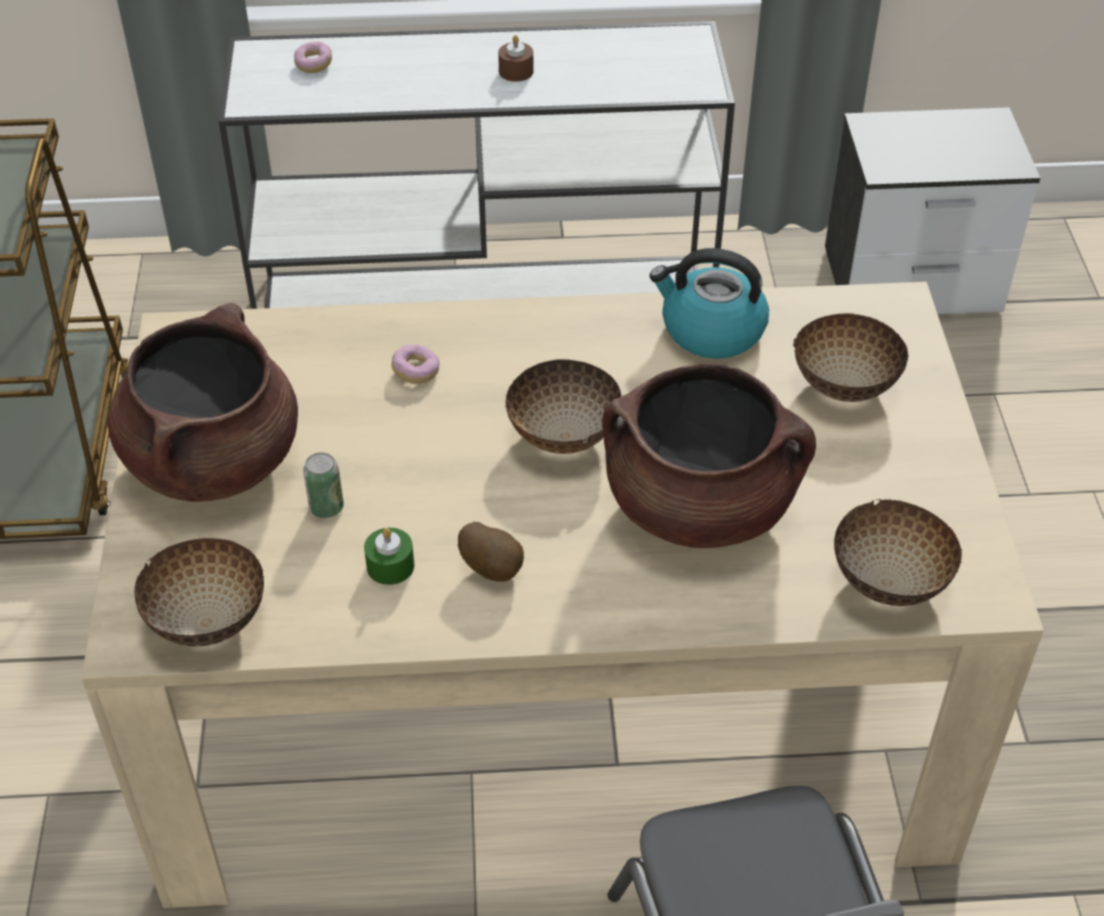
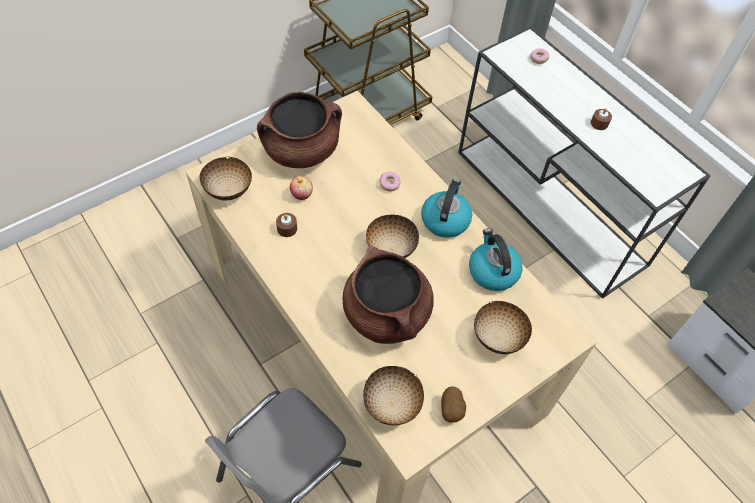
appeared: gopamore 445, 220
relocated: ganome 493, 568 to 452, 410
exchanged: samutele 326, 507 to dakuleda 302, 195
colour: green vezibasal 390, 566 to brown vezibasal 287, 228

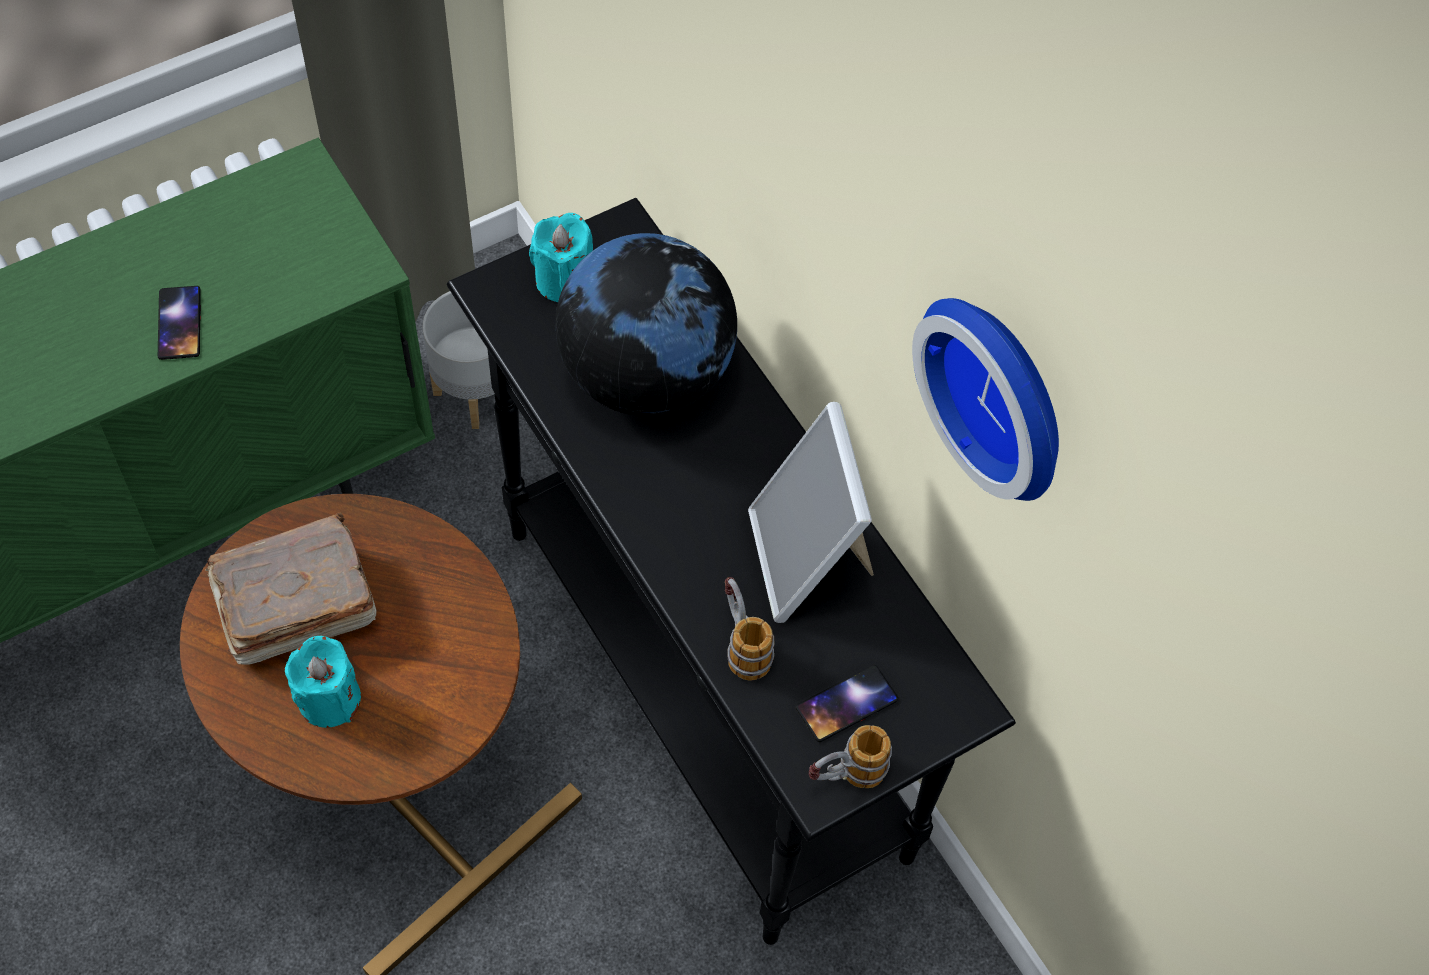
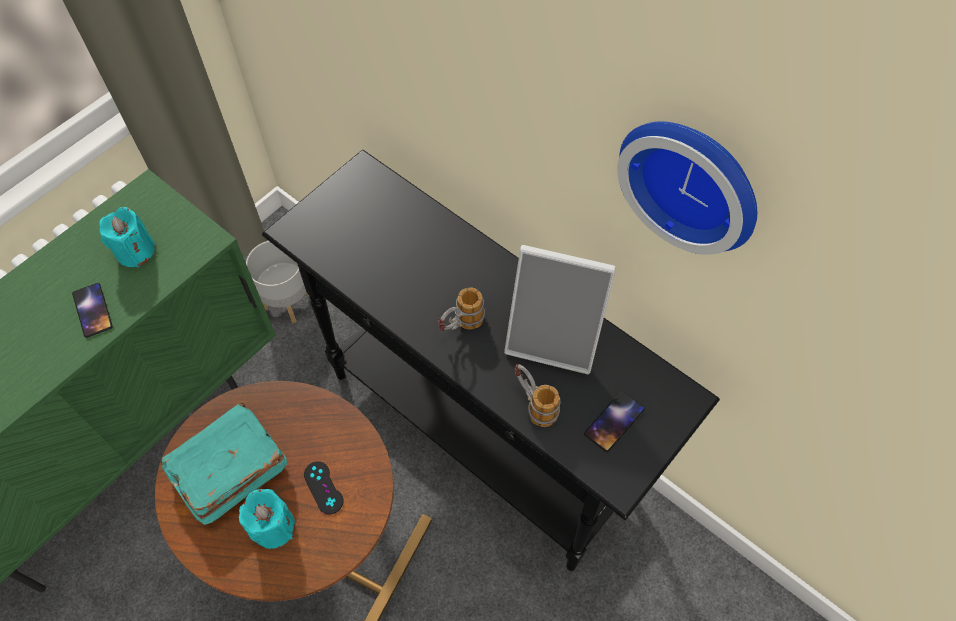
missing: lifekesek 646, 375
appeared: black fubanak 323, 487
relocated: turquoise vezibasal 564, 280 to 135, 251; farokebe 845, 777 to 460, 326
colour: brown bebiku 293, 604 to turquoise bebiku 228, 471
spun: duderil 809, 560 = 554, 337 45 degrees counterclockwise

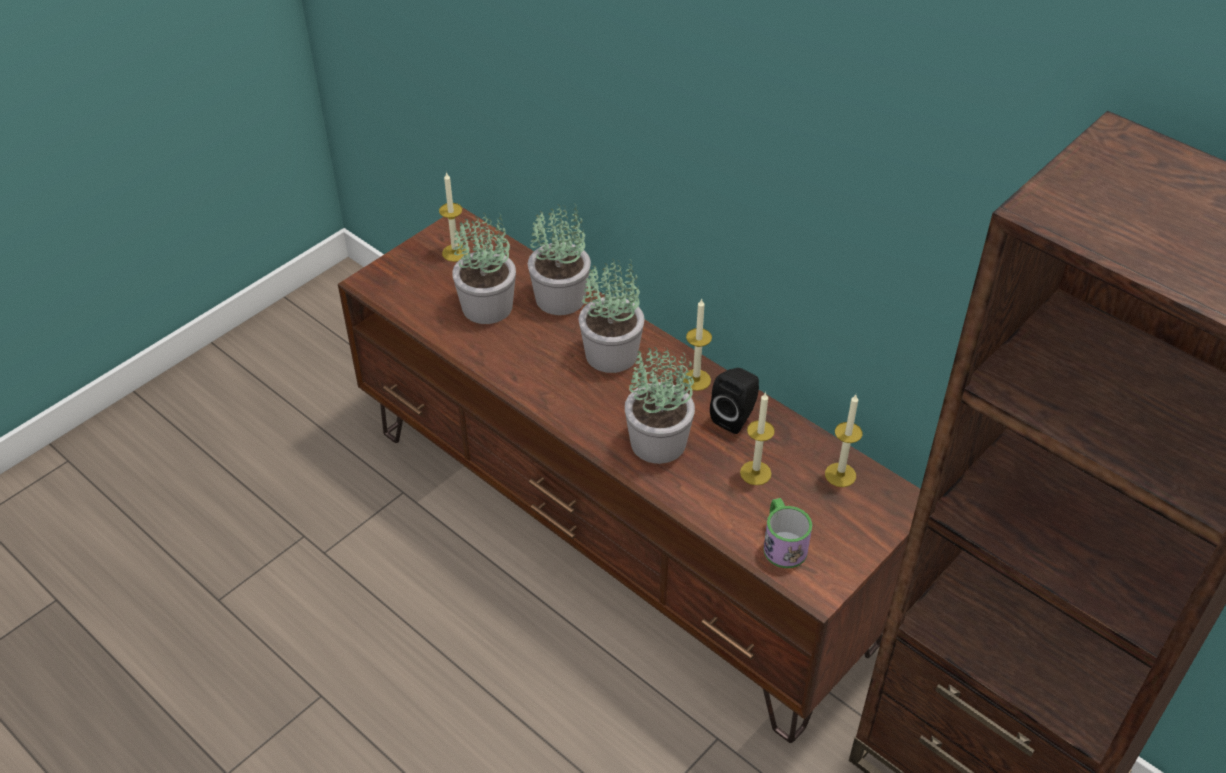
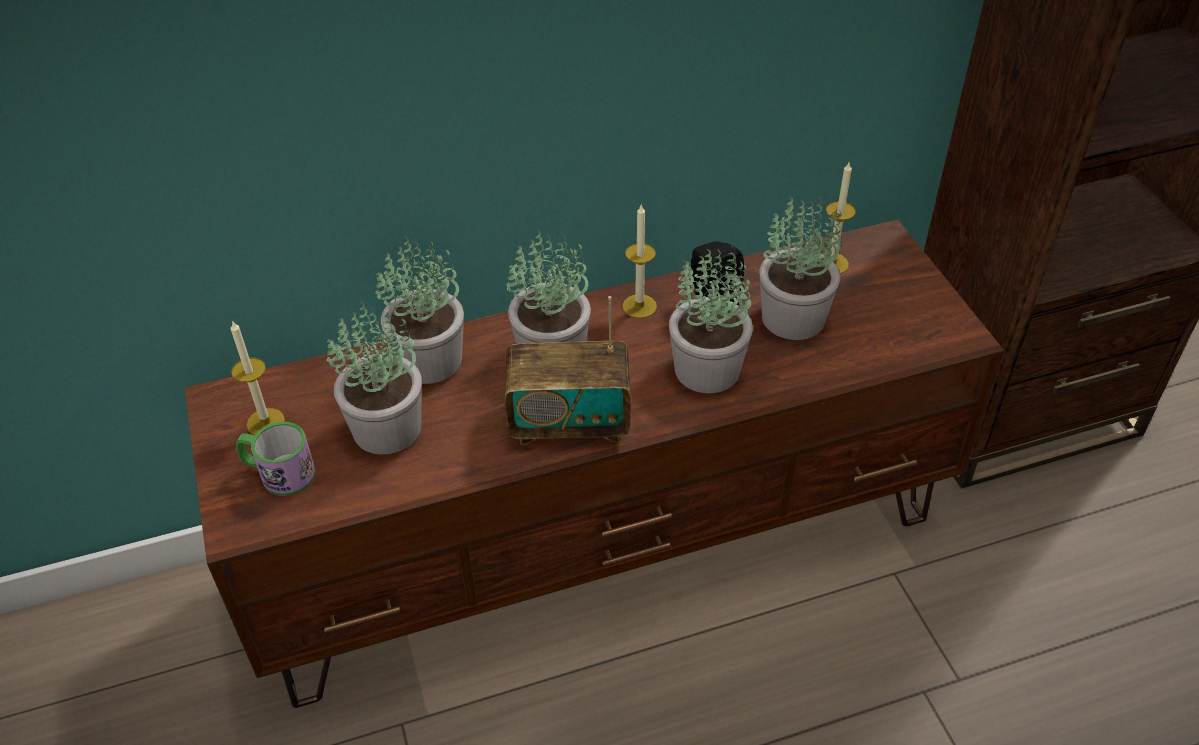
appeared: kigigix 569, 422
relocated: farokebe 782, 543 to 279, 473
exchanged: vezibasal 755, 473 to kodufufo 794, 317

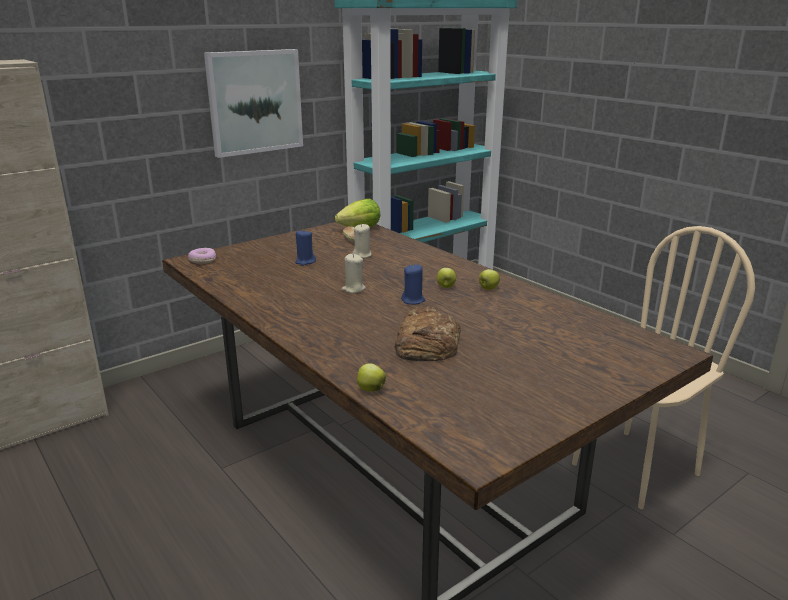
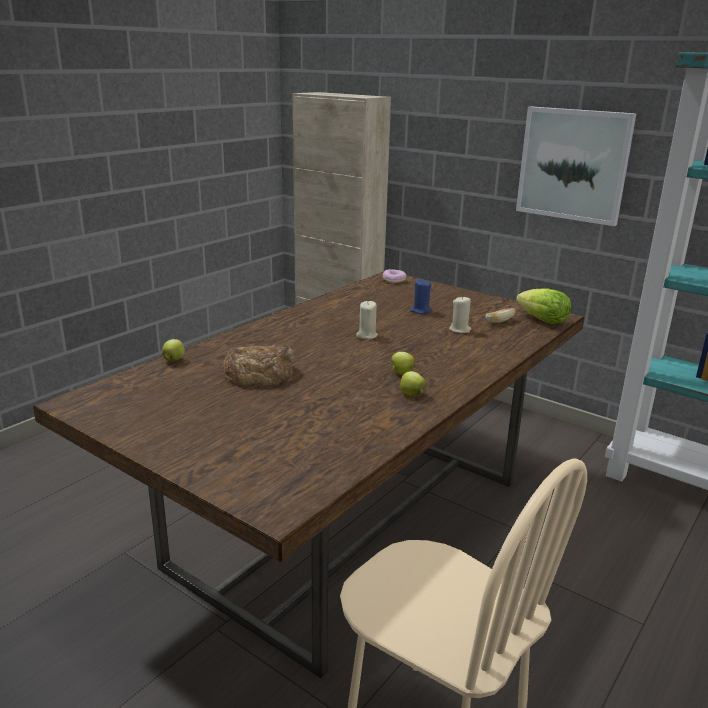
missing: blue vezibasal 413, 300

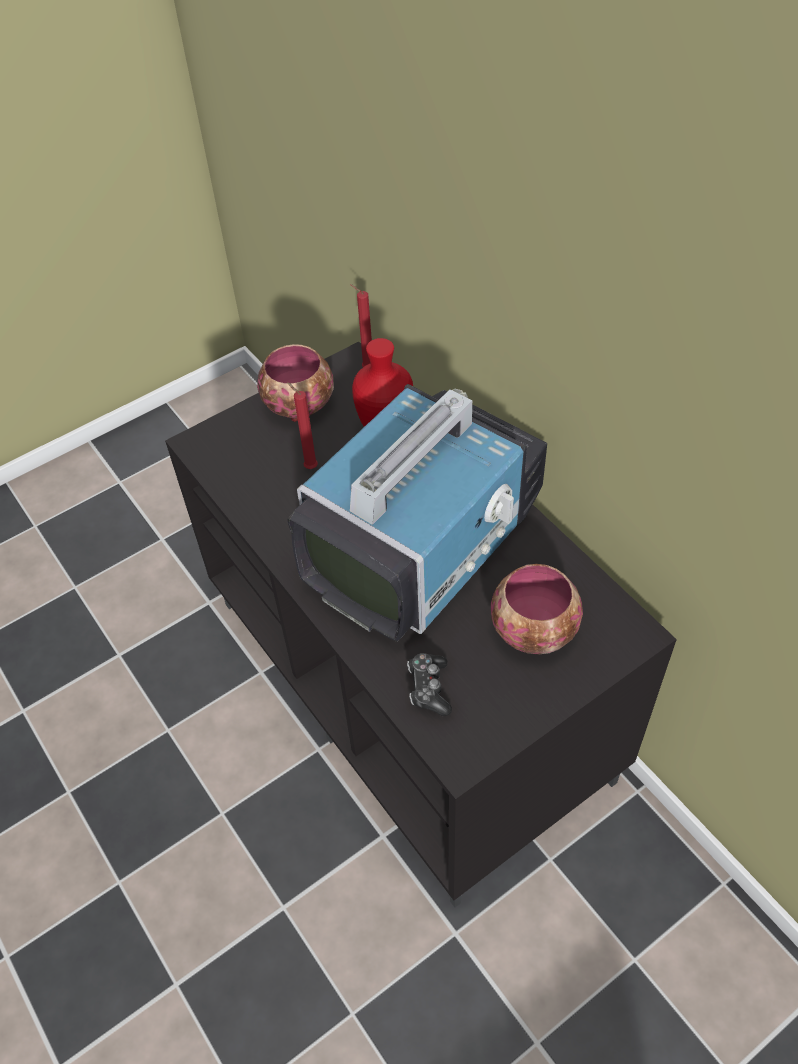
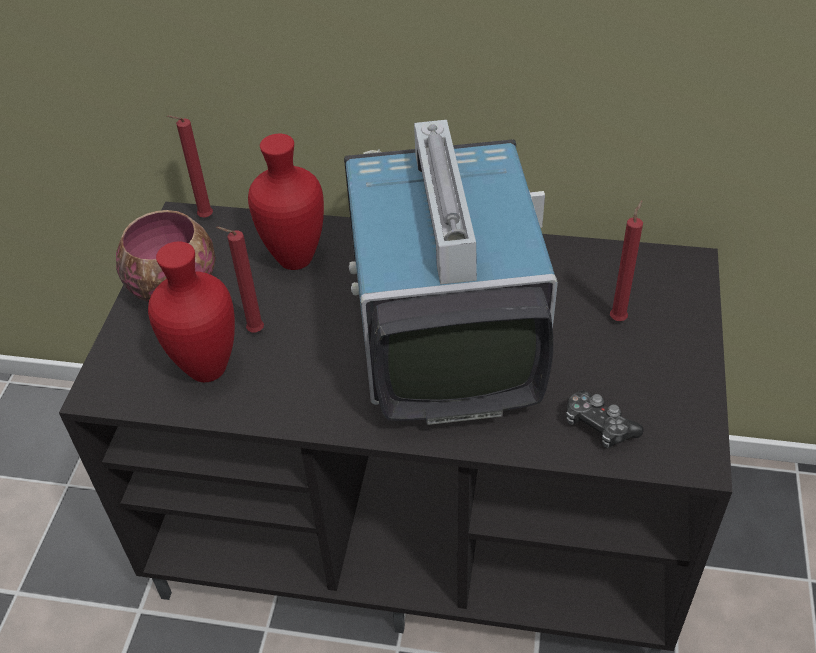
appeared: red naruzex 205, 368
exchanged: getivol 536, 631 to red vezibasal 619, 318

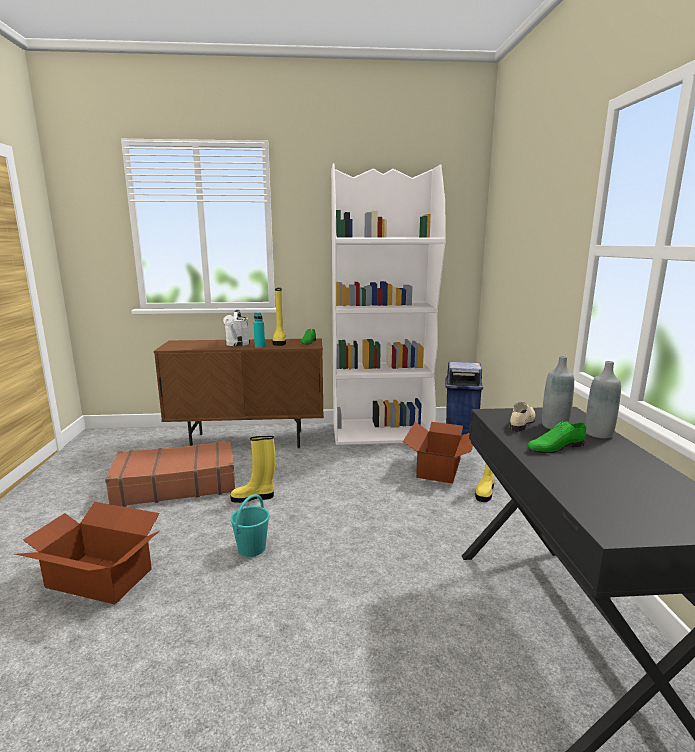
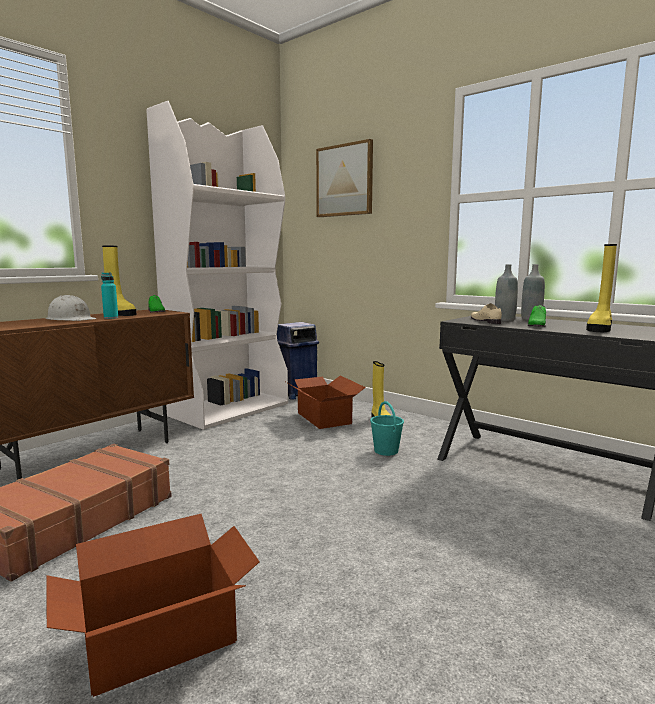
appeared: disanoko 344, 180
relocated: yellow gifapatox 254, 497 to 600, 328; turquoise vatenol 251, 549 to 386, 451
exchanged: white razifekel 237, 344 to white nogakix 71, 319

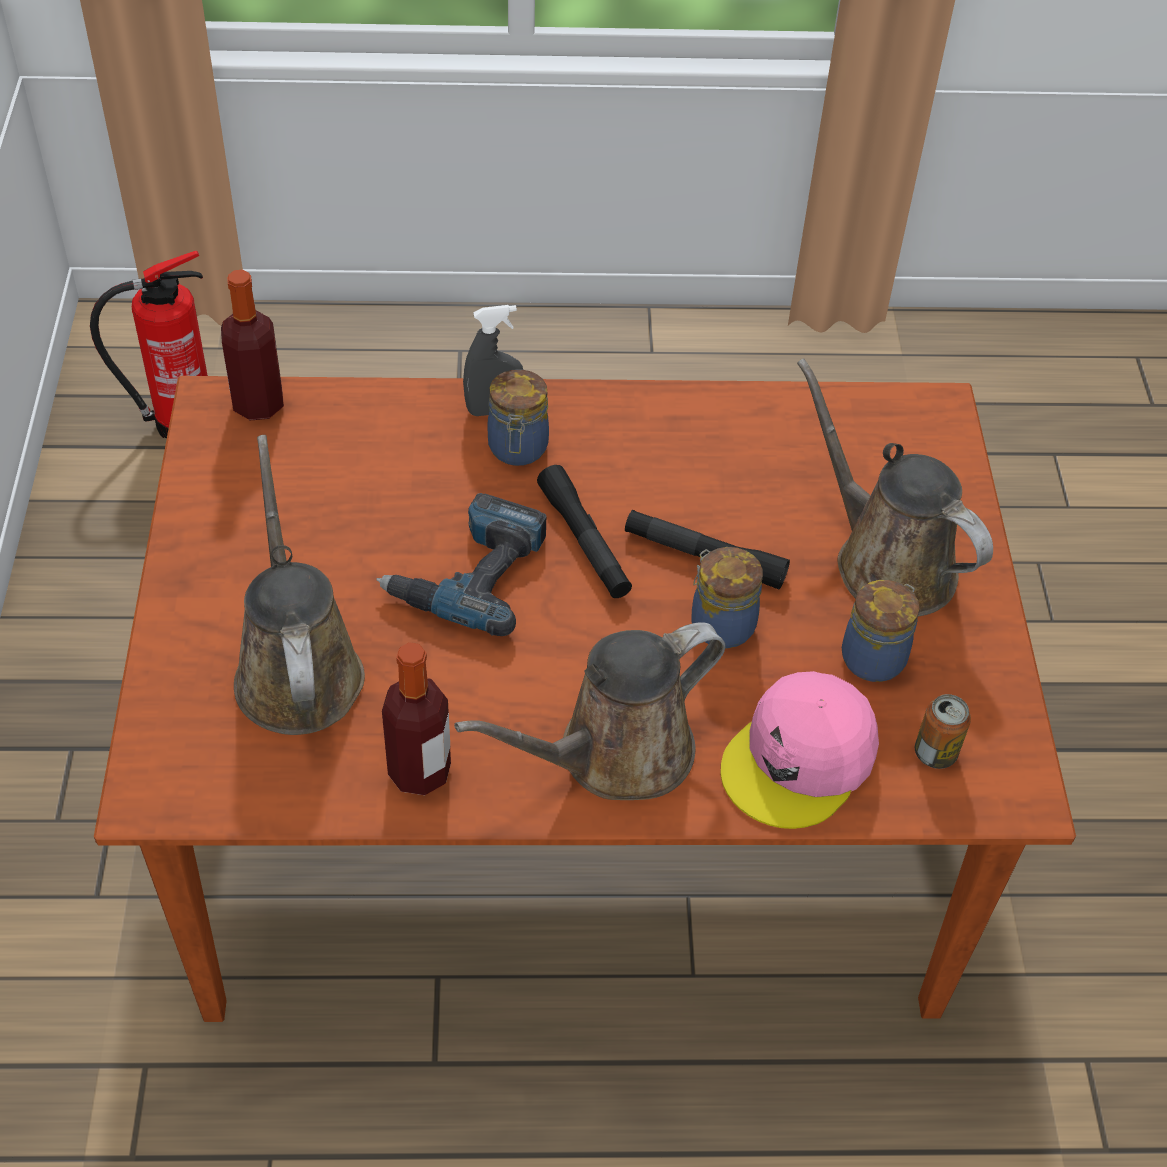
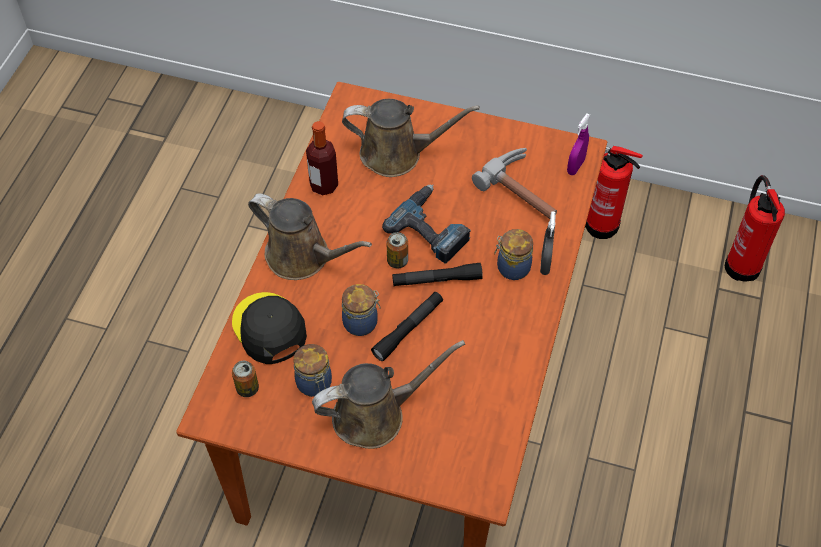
appeared: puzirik 598, 222; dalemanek 525, 190; samutele 397, 261
exchanged: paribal 258, 404 to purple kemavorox 575, 167
colour: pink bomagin 800, 760 to black bomagin 269, 329
spun: brown razifekel 614, 755 = 303, 257 135 degrees clockwise

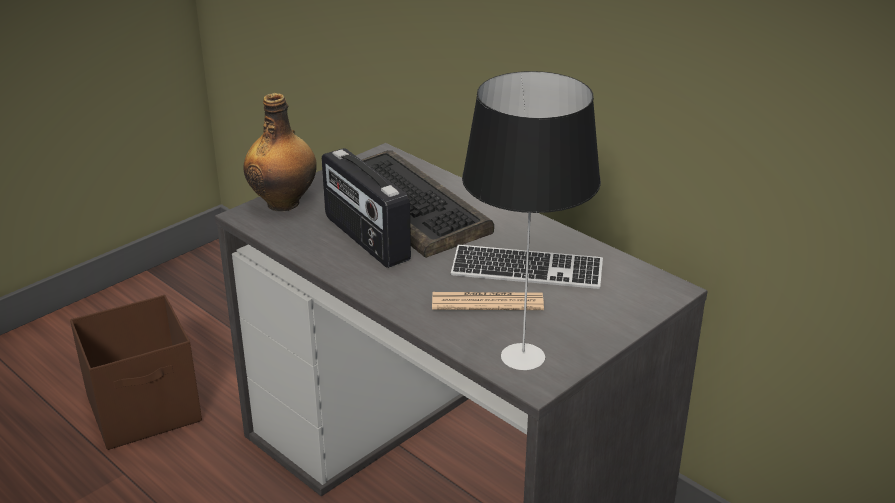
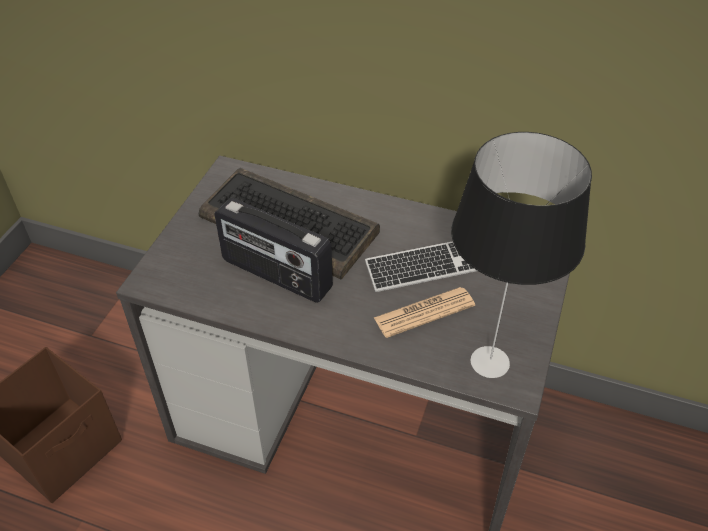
missing: paribal 284, 202

